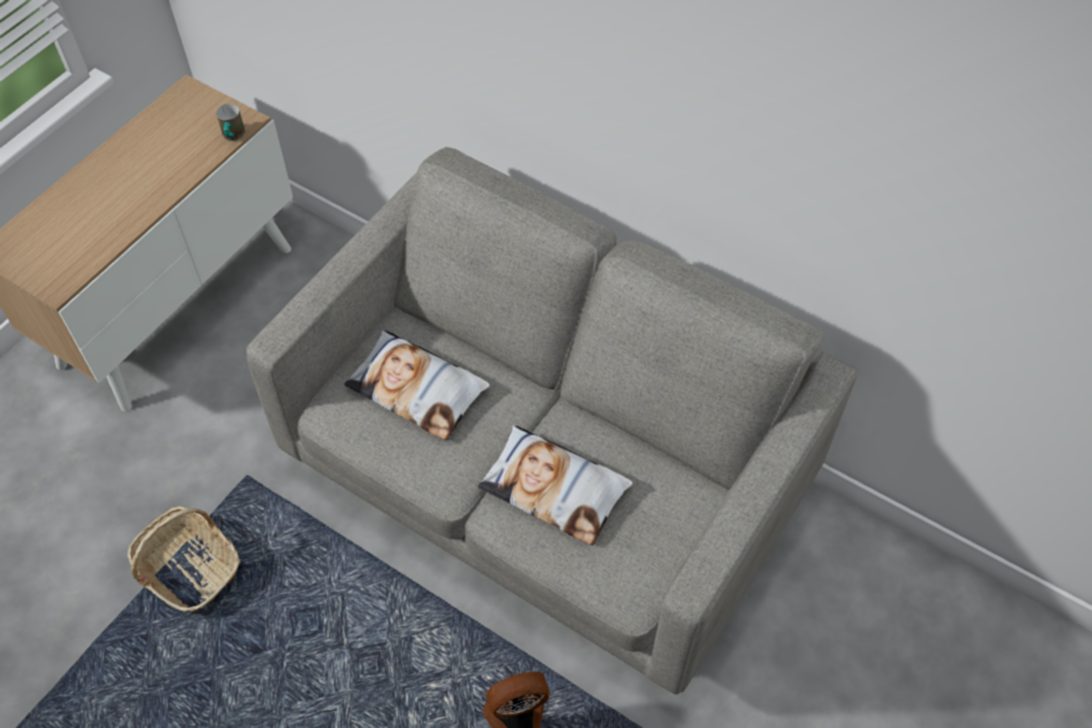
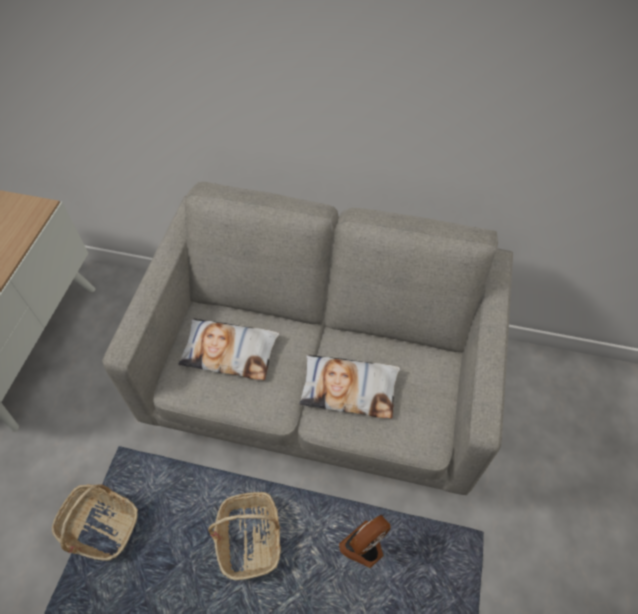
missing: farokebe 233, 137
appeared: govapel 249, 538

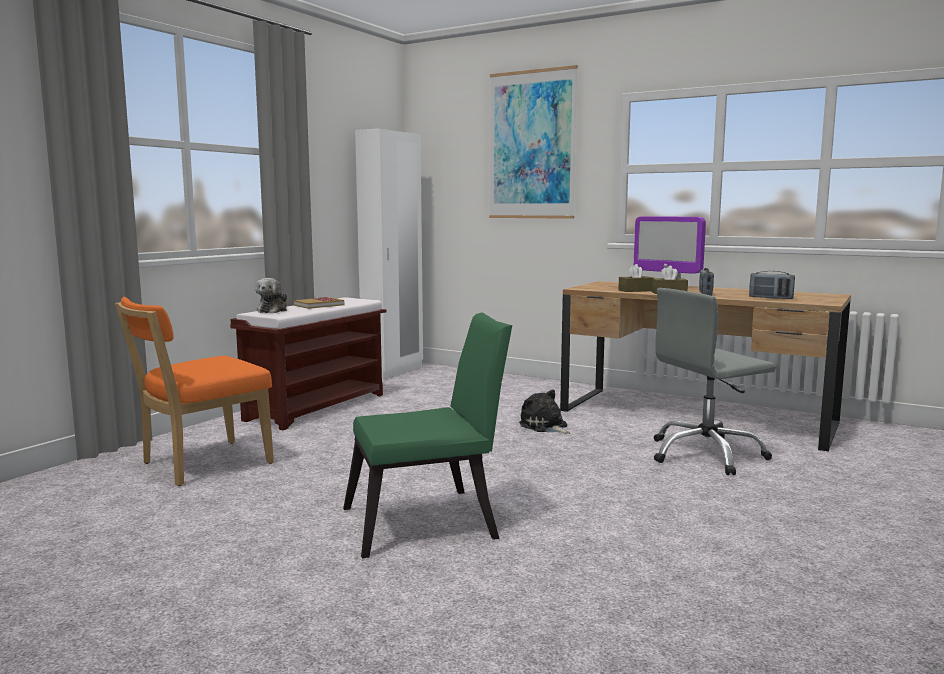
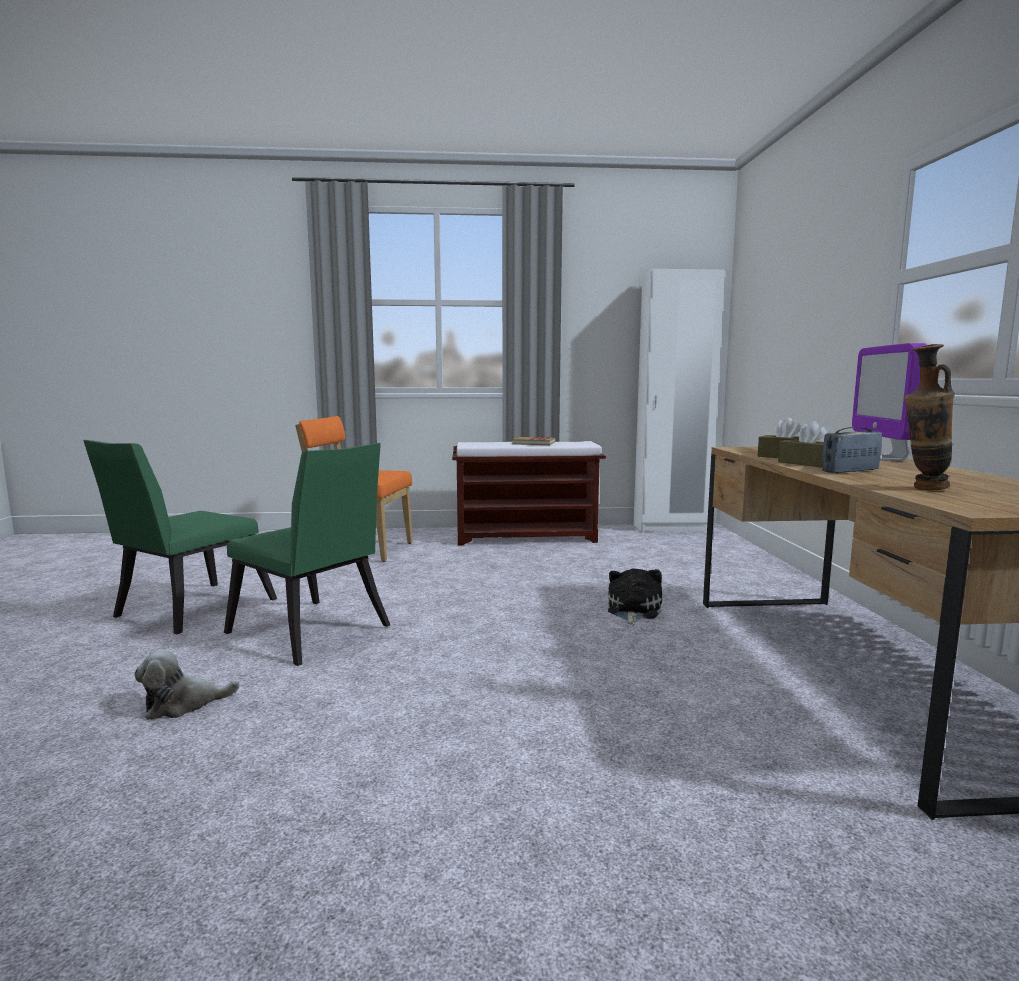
missing: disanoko 532, 145; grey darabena 706, 454
appeared: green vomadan 187, 610
relocated: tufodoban 273, 310 to 183, 704
exchanged: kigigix 770, 298 to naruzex 922, 489

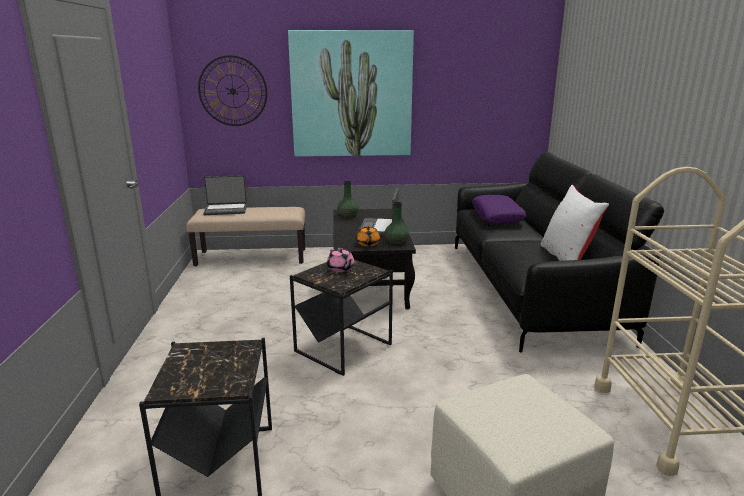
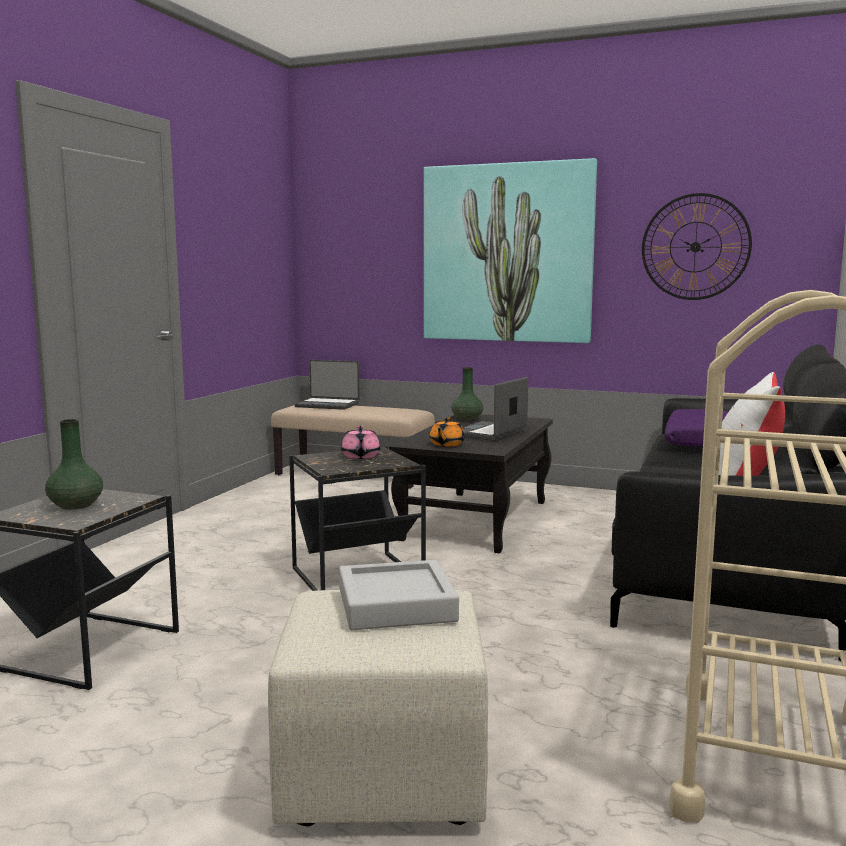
appeared: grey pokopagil 396, 605
relocated: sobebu 233, 91 to 695, 247; green naruzex 396, 242 to 75, 505

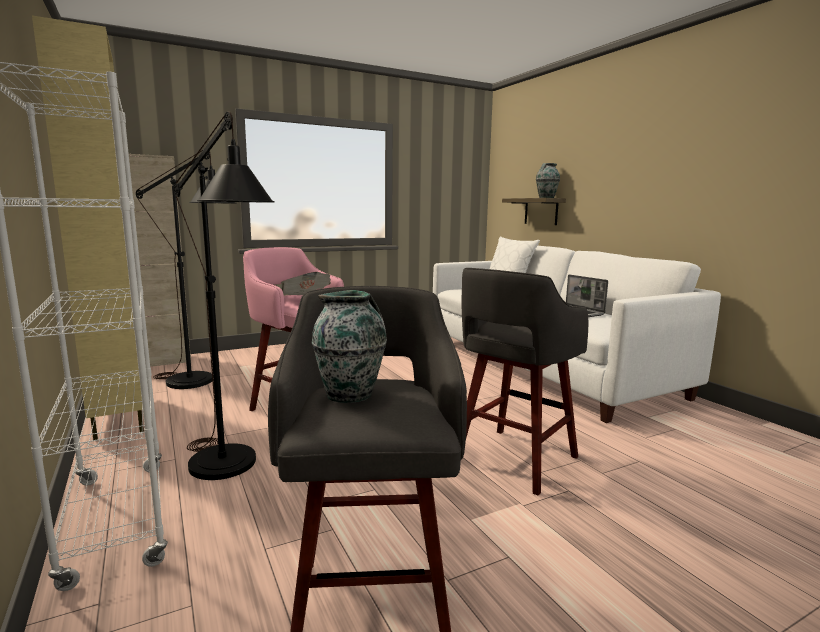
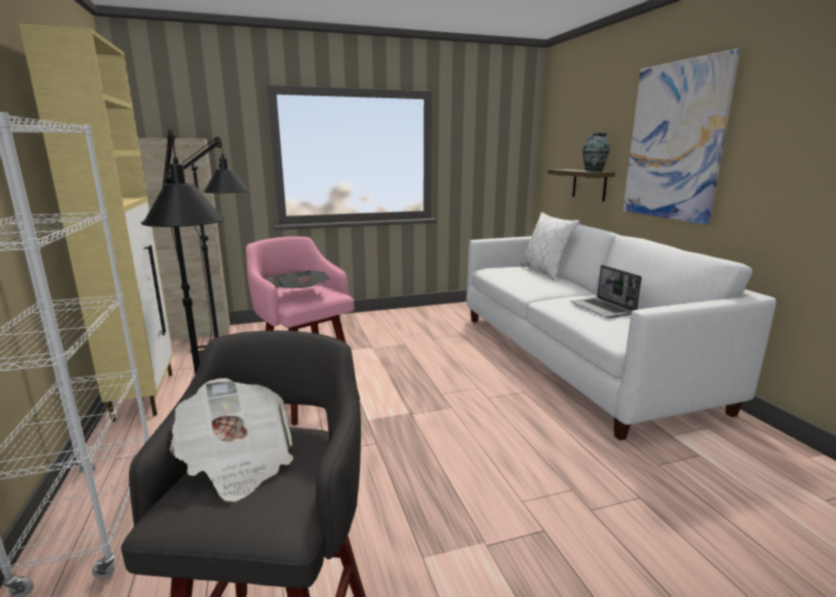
missing: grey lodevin 513, 461
appeared: disanoko 675, 142
exchanged: naruzex 350, 394 to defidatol 237, 462

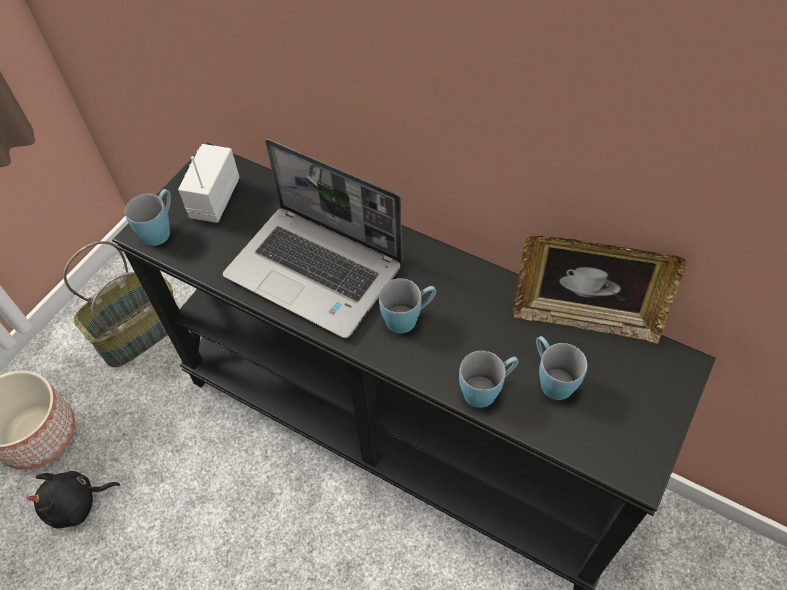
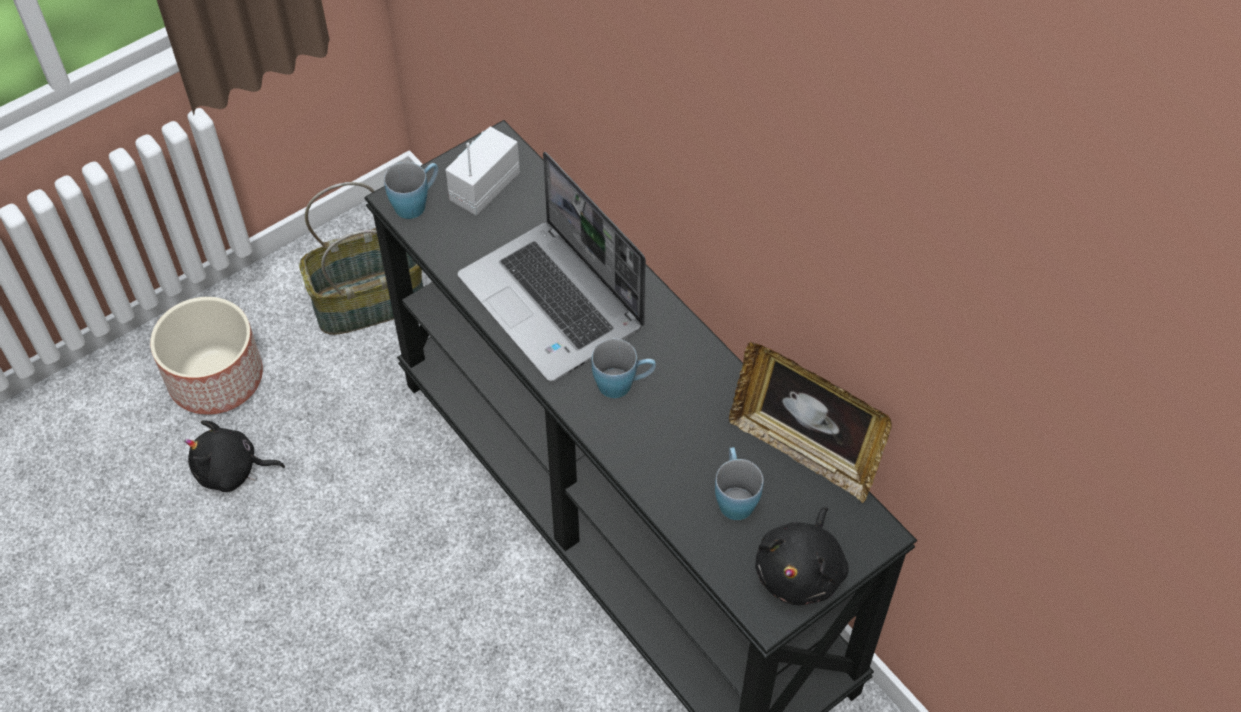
missing: blue farokebe 487, 389
appeared: black tufodoban 801, 571

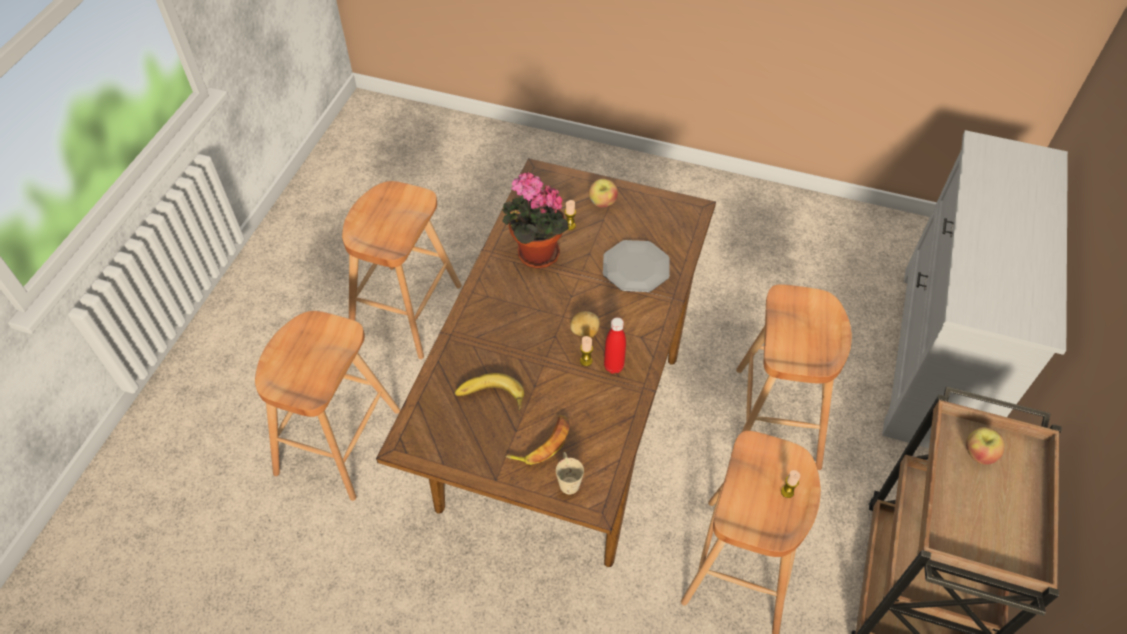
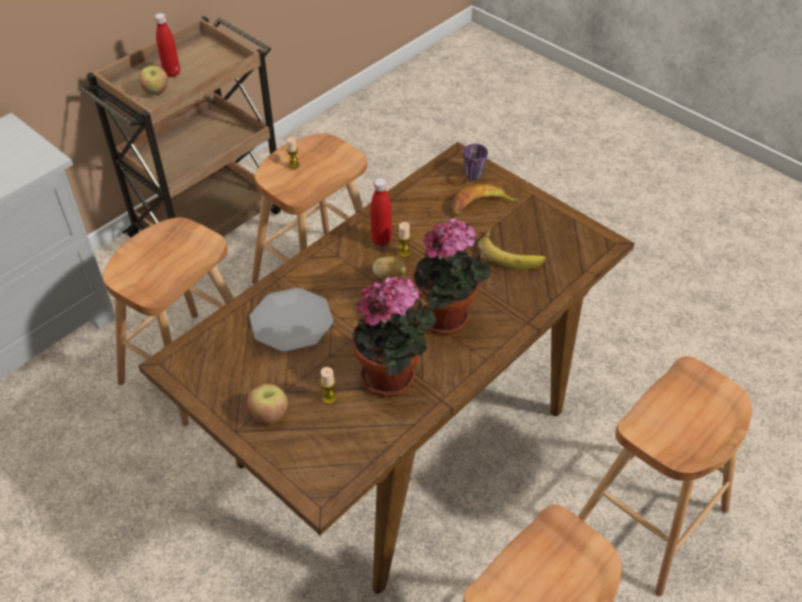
appeared: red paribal 172, 73; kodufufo 448, 319
colour: beige farokebe 567, 479 to purple farokebe 473, 177

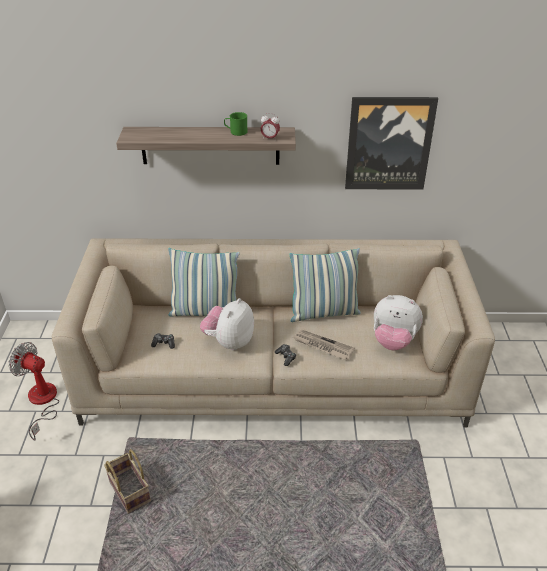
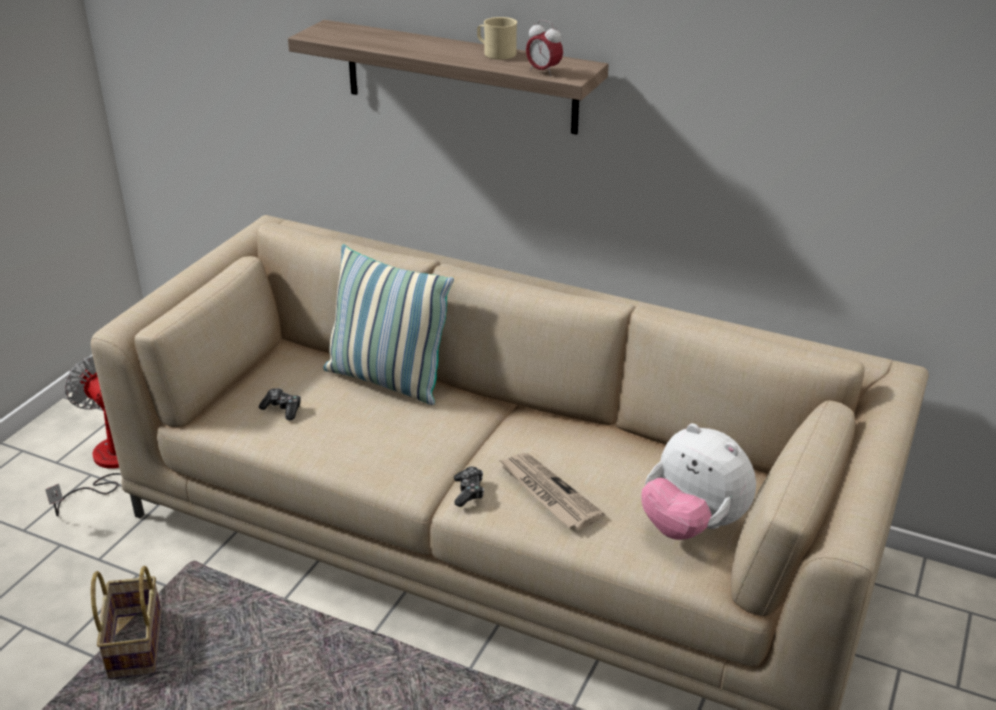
missing: disanoko 389, 143; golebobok 323, 312; tufodoban 229, 342
colour: green farokebe 236, 131 to beige farokebe 495, 53

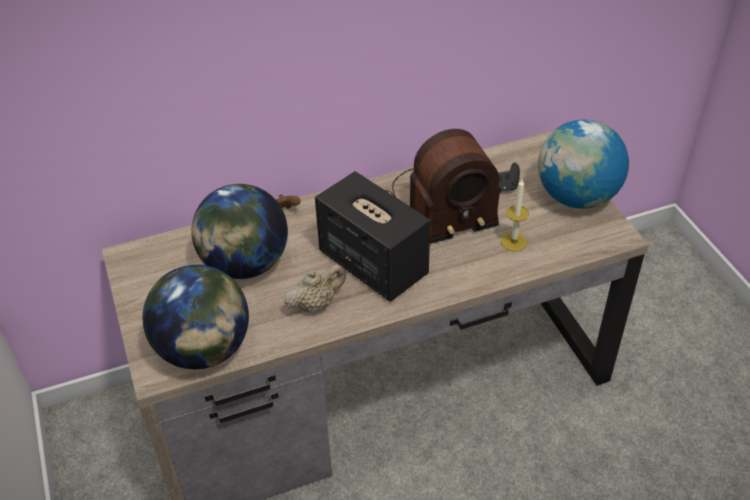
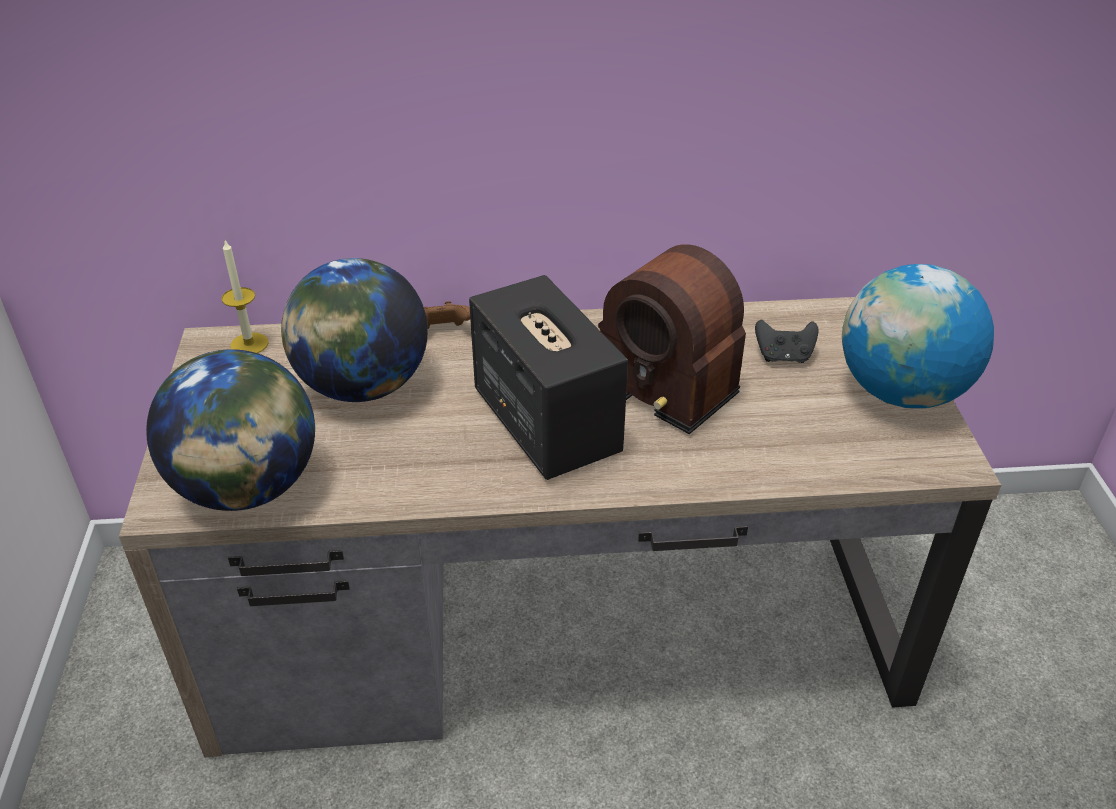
missing: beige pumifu 316, 304
relocated: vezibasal 514, 242 to 249, 344
spun: kigigix 432, 210 = 667, 367 45 degrees clockwise

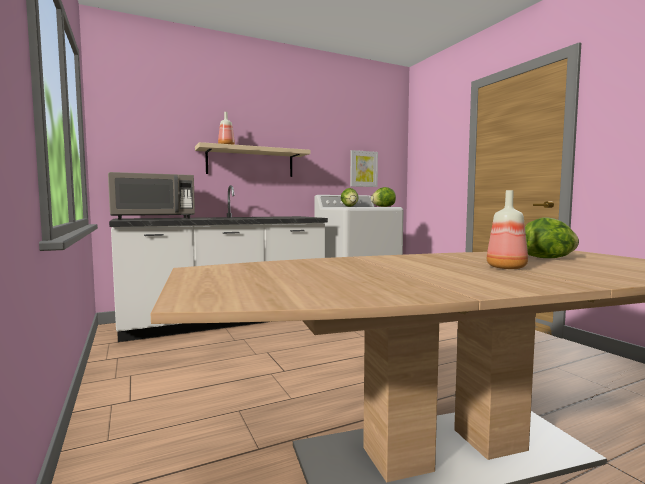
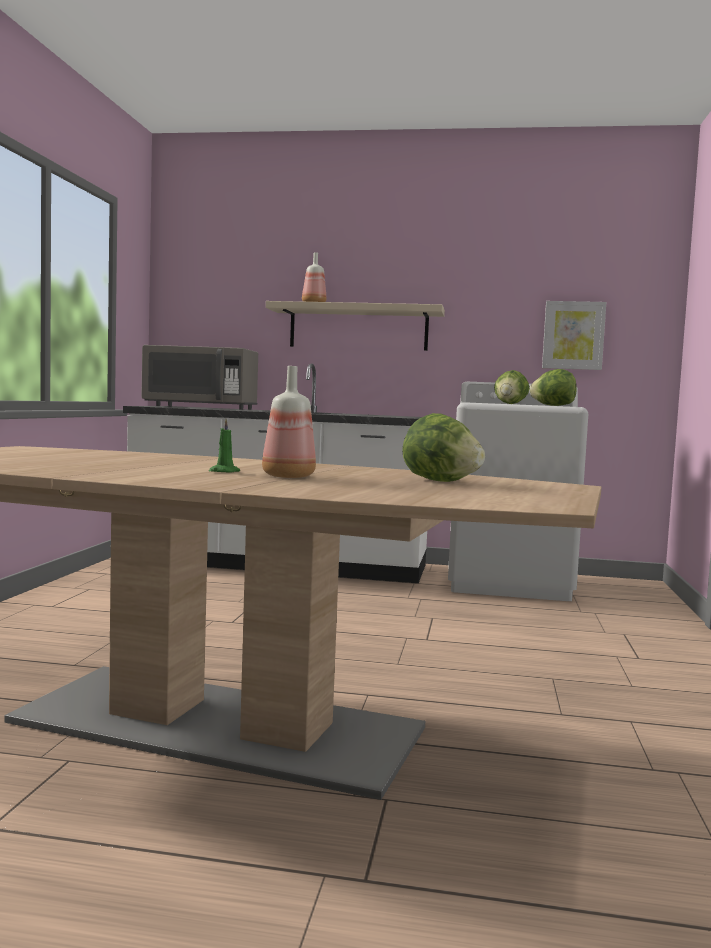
appeared: green vezibasal 223, 472

